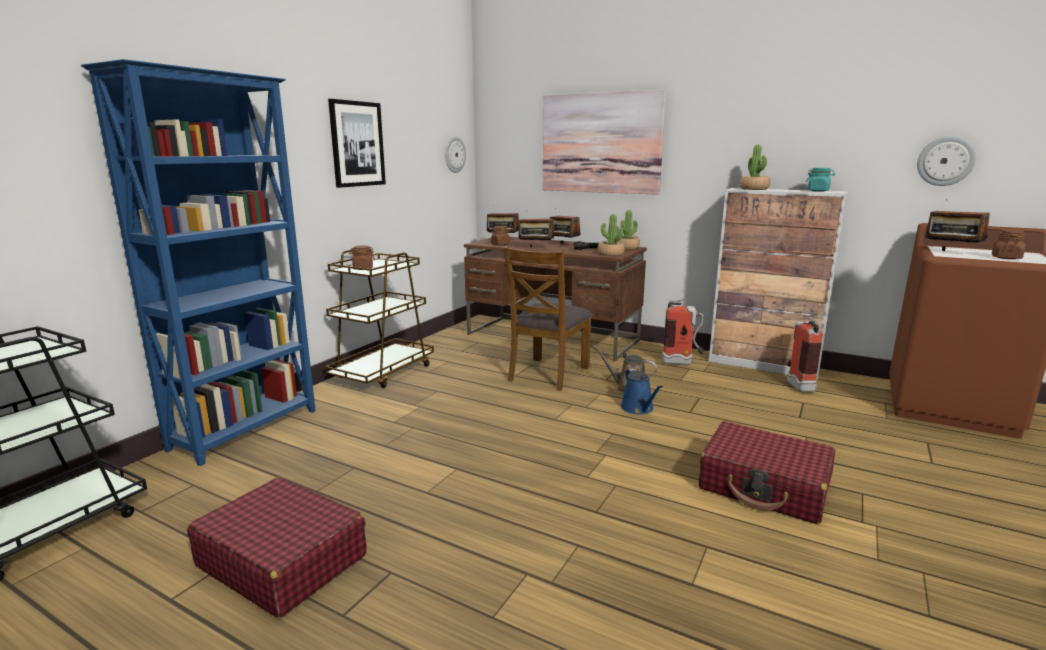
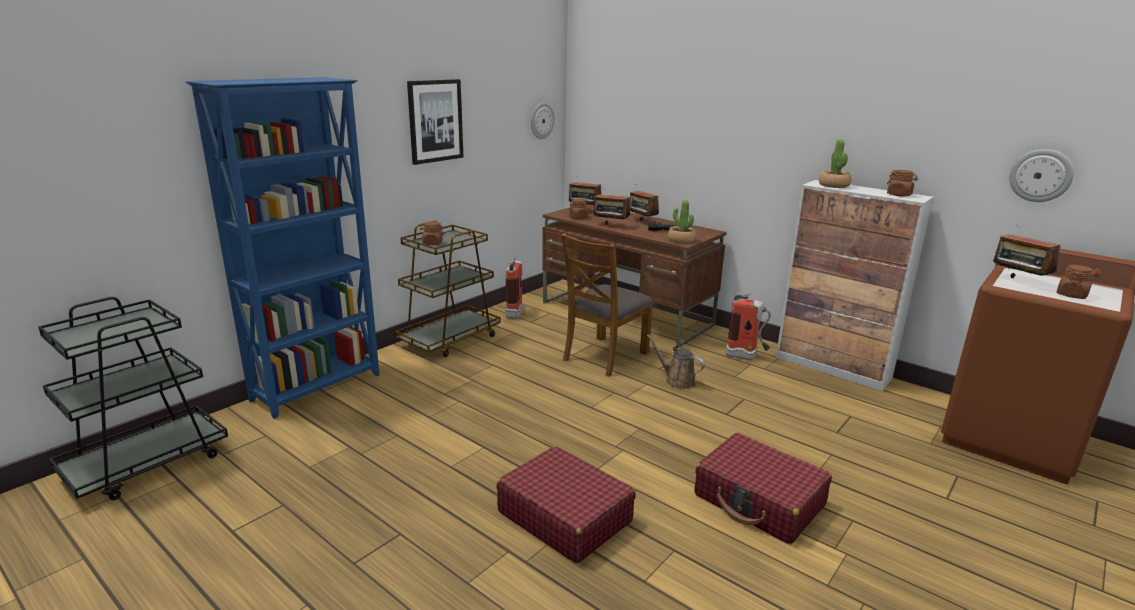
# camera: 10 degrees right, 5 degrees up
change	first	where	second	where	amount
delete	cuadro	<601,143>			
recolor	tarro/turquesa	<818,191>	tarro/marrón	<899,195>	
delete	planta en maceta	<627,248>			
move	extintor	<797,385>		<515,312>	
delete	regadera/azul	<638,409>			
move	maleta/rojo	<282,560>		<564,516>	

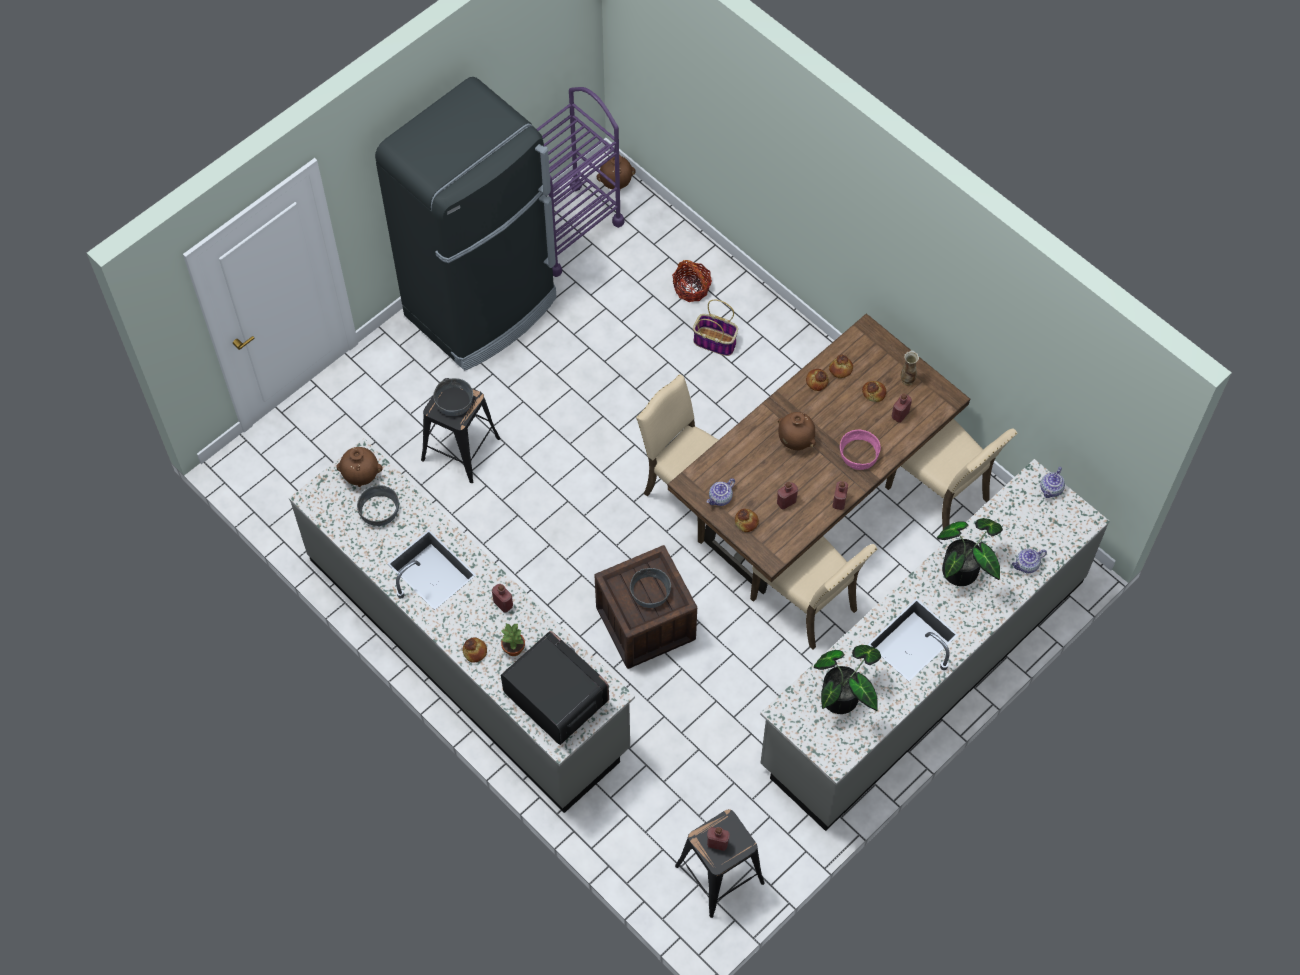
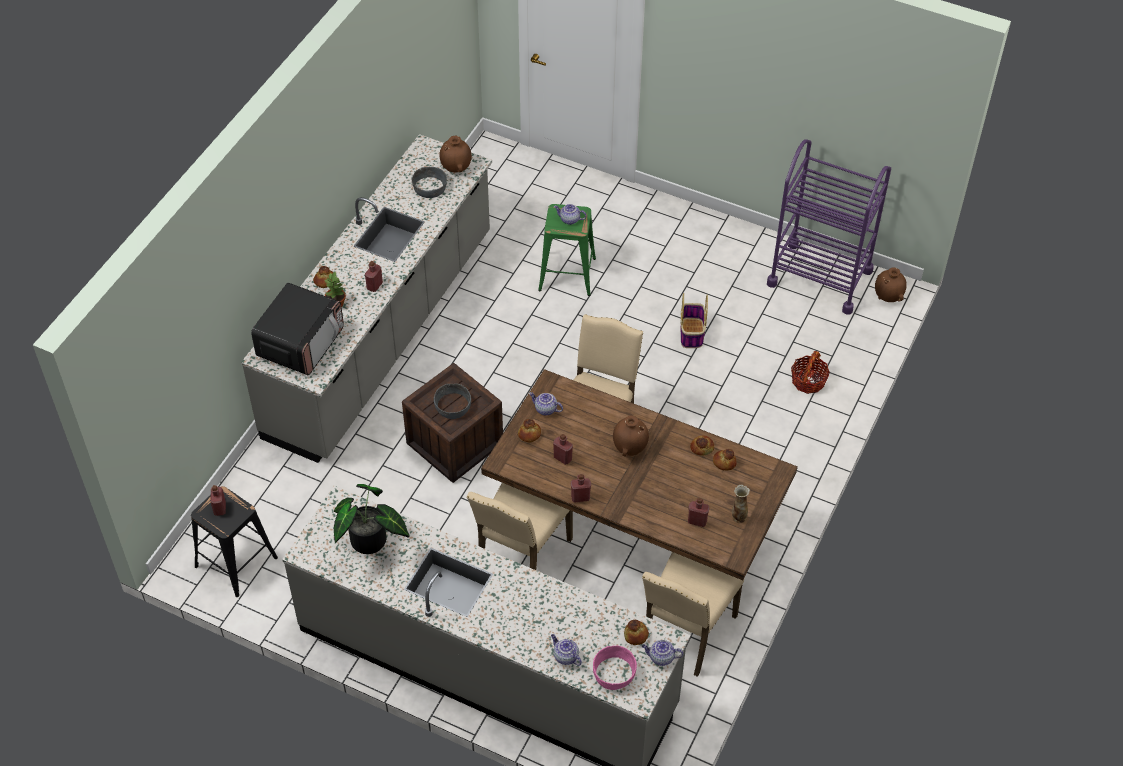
# camera: 70 degrees right, 10 degrees down
change	first	where	second	where	amount
delete	nevera/negro	<482,308>			
move	cesta	<715,342>		<692,334>	
recolor	taburete/negro	<460,448>	taburete/verde	<567,273>	
replace	cuenco/gris	<454,402>	tetera	<569,220>	
move	pan	<874,393>		<636,635>	
move	cuenco/rosa	<858,454>		<614,672>	
delete	planta en maceta	<964,569>			

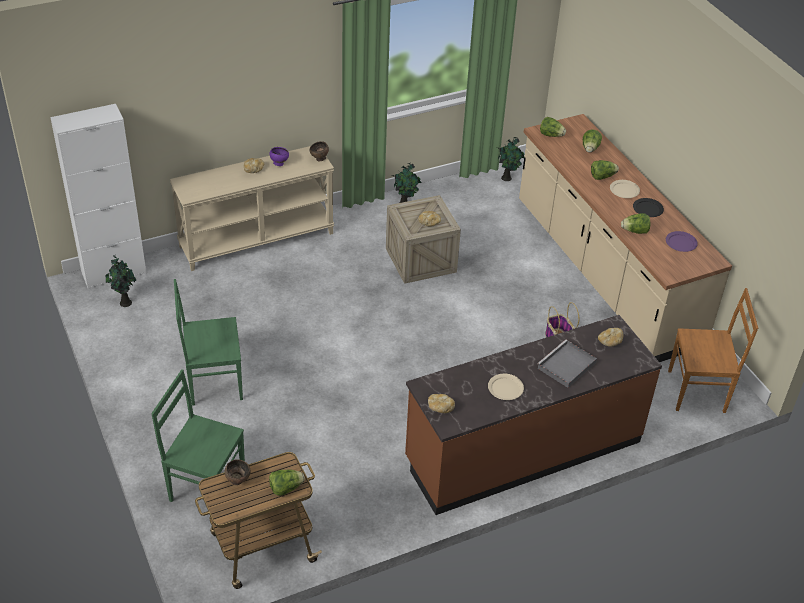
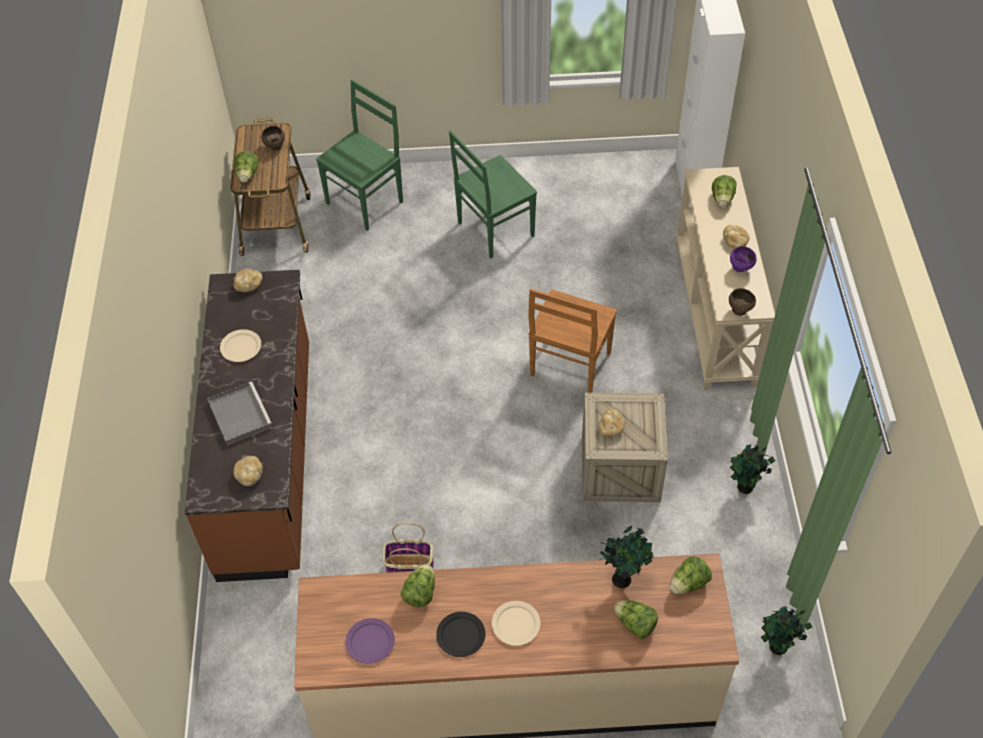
# camera: 115 degrees right, 10 degrees up
change	first	where	second	where	amount
move	lechuga	<602,177>		<722,199>	
move	planta en maceta	<124,302>		<623,578>	
rotate	silla/verde	<213,382>		<493,230>	135 degrees counterclockwise
move	silla/marrón	<698,391>		<569,366>	

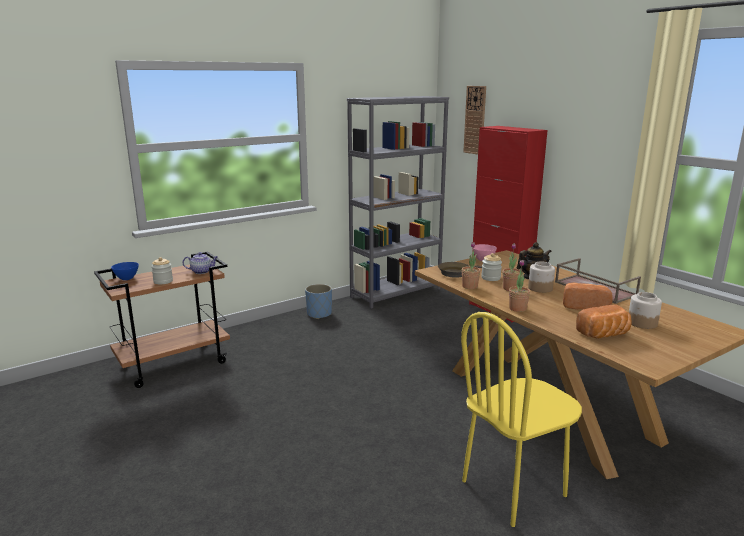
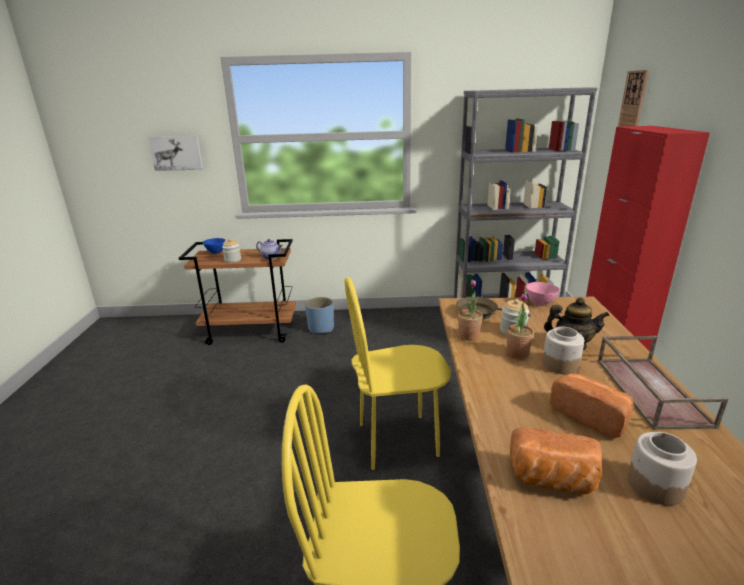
# camera: 35 degrees right, 5 degrees up
change	first	where	second	where	amount
delete	planta en maceta	<517,309>			
move	maceta/azul	<319,314>		<321,328>	
insert			cuadro	<177,153>	
insert			silla/amarillo	<398,440>	

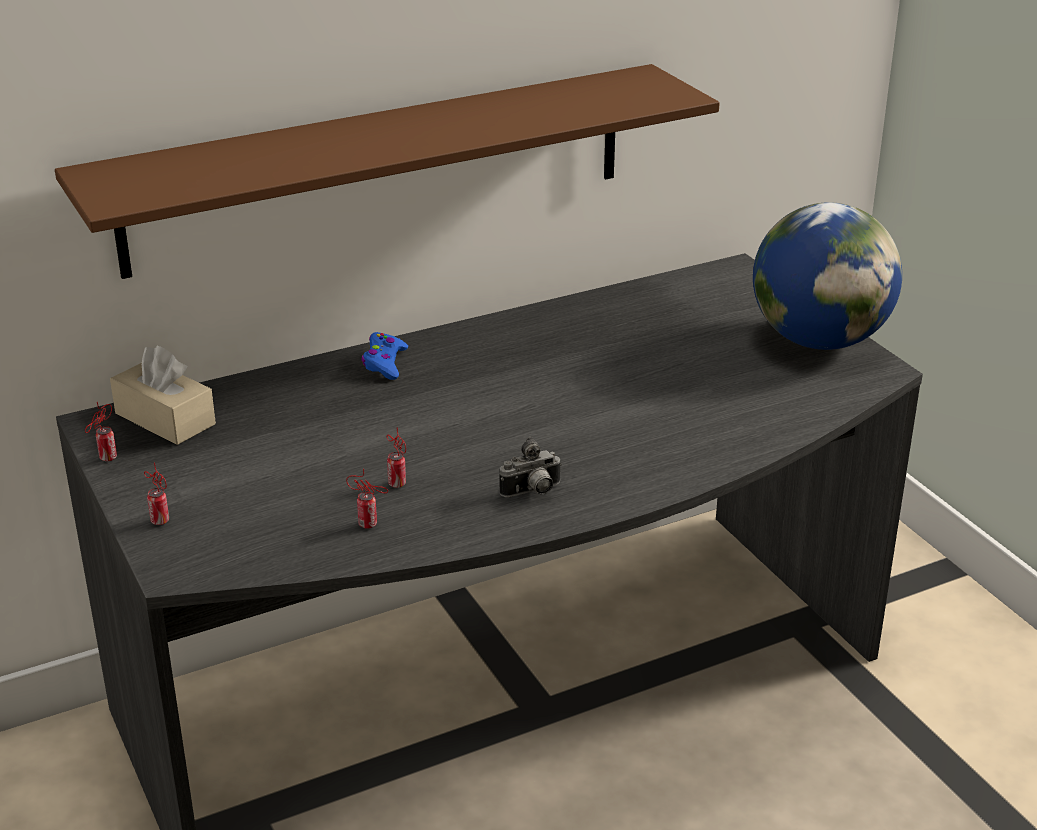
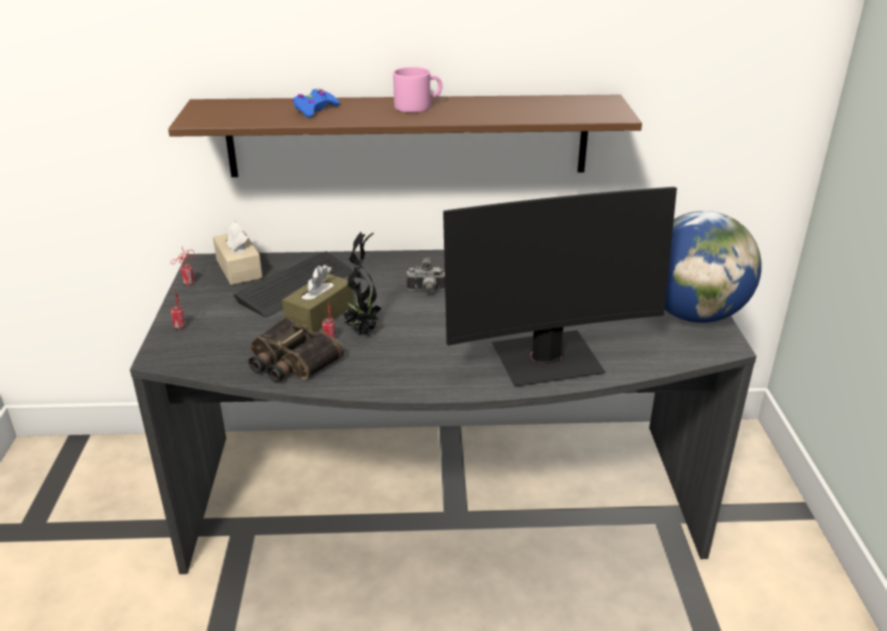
# camera: 25 degrees right, 0 degrees up
change	first	where	second	where	amount
move	mando de consola/azul	<384,363>		<315,110>	
move	cámara	<532,492>		<426,291>	
replace	lata	<370,525>	prismáticos	<290,360>	
insert			taza grande/rosa	<418,106>	
insert			monitor	<547,360>	
insert			planta en maceta	<363,332>	
insert			teclado	<296,286>	
insert			caja de pañuelos/marrón	<320,315>	

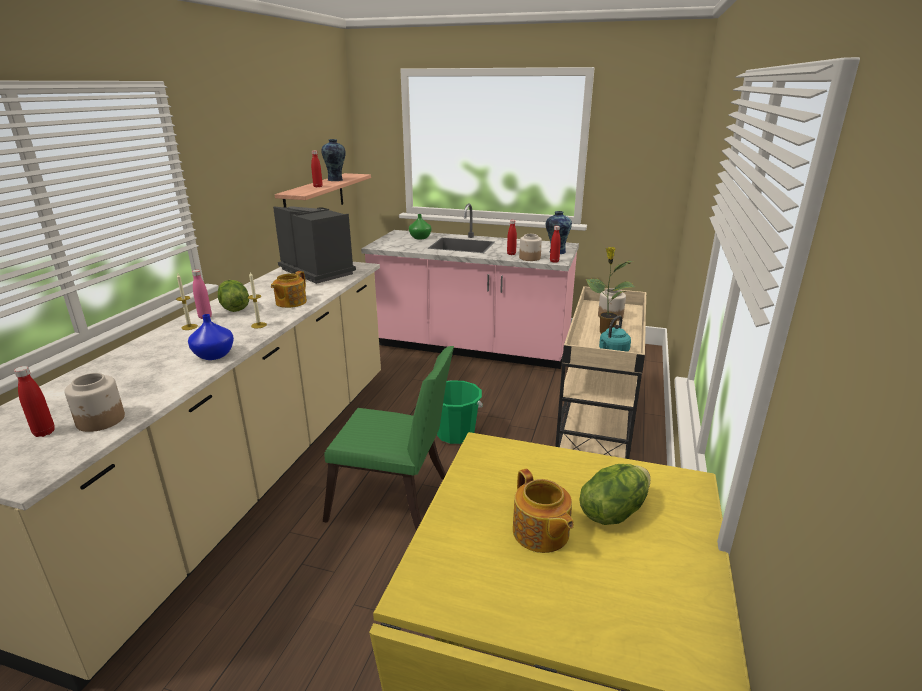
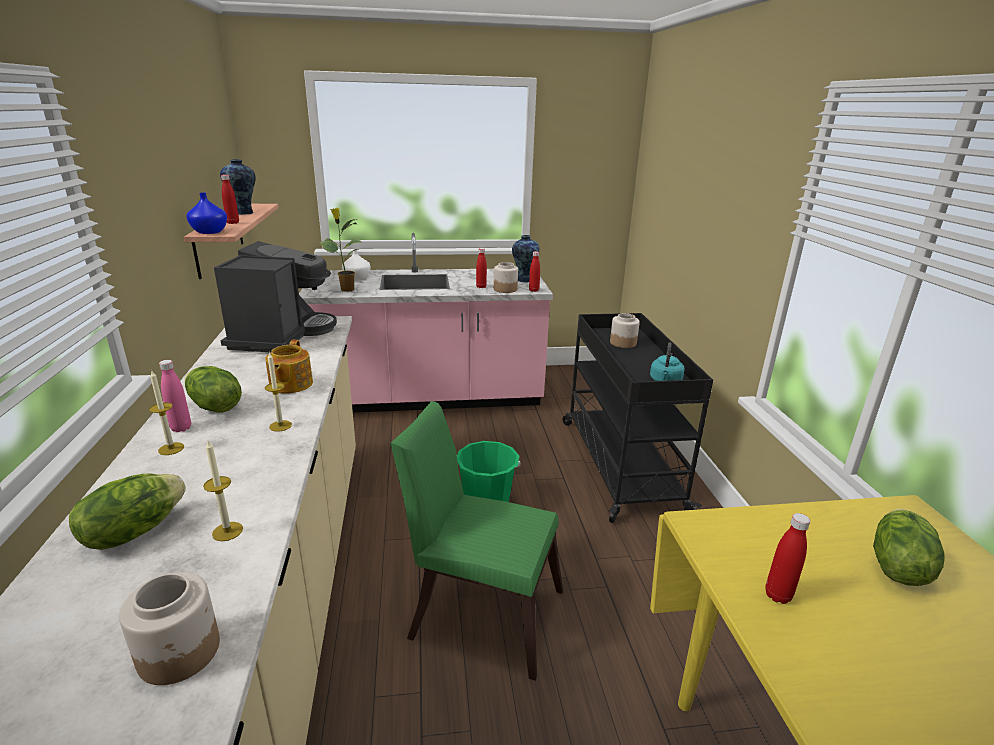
# camera: 25 degrees left, 0 degrees up
change	first	where	second	where	amount
rotate	cafetera	<318,271>		<281,335>	75 degrees clockwise
recolor	florero/verde	<419,238>	florero/blanco	<356,278>	
move	planta en maceta	<605,332>		<346,289>	
recolor	carrito/beis	<596,429>	carrito/negro	<619,463>	
move	florero/azul	<214,355>		<209,232>	
rotate	silla/verde	<395,502>		<479,609>	150 degrees counterclockwise
move	botella/rojo	<44,432>		<777,595>	
delete	tetera	<540,533>			
insert			vela	<227,531>	
insert			lechuga	<133,531>	

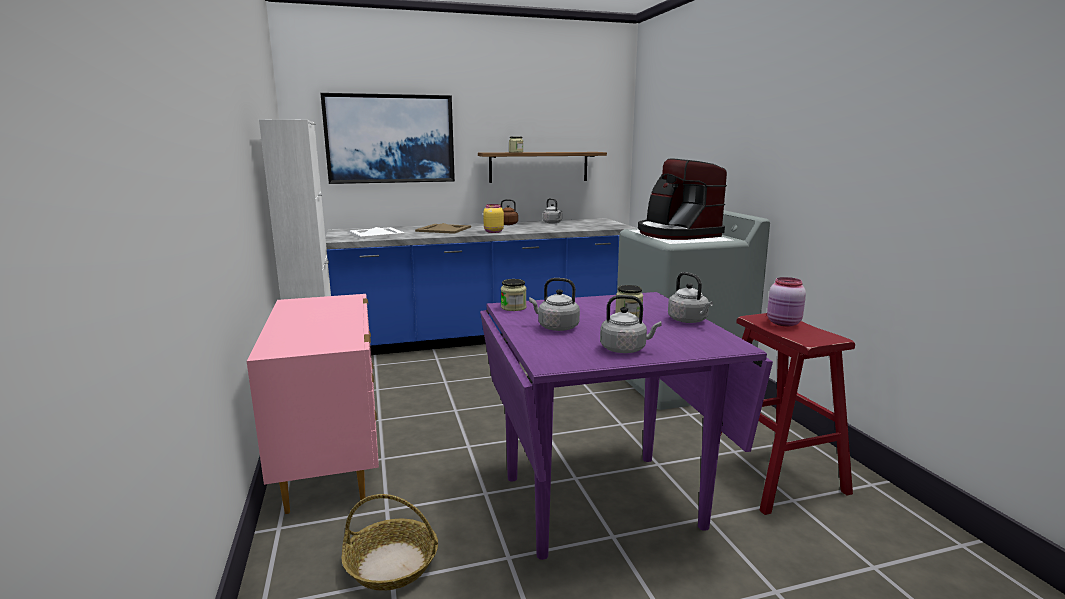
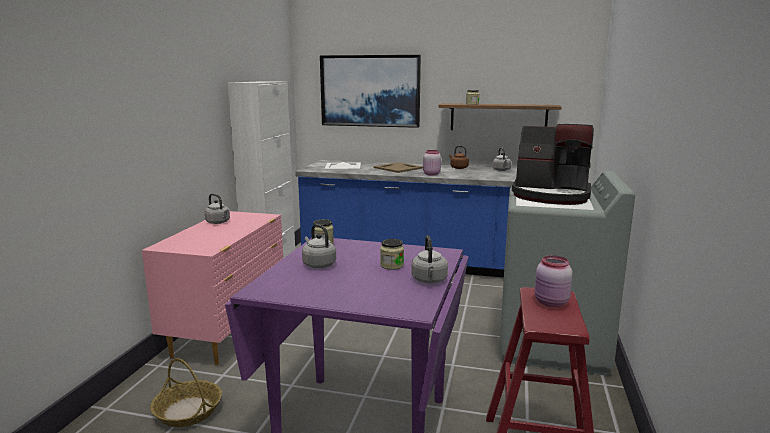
# camera: 30 degrees right, 0 degrees up
change	first	where	second	where	amount
rotate	cafetera	<677,234>		<551,196>	75 degrees counterclockwise
recolor	tarro/amarillo	<493,232>	tarro/rosa	<431,174>	
move	hervidor/gris	<625,349>		<219,222>	

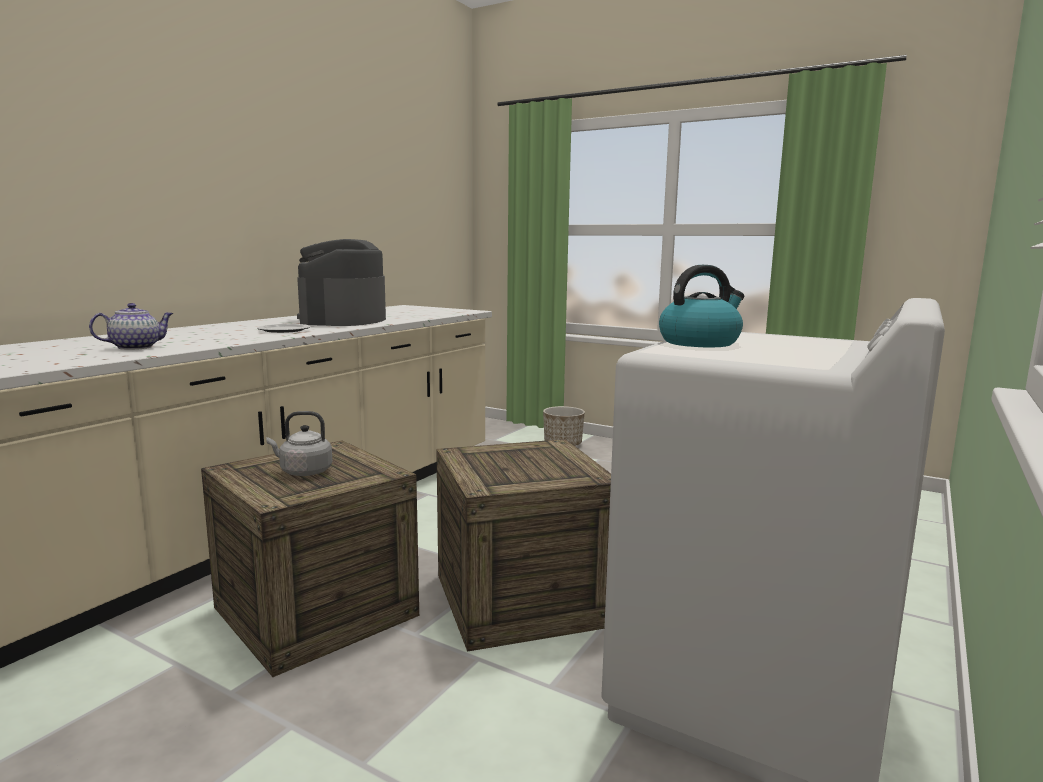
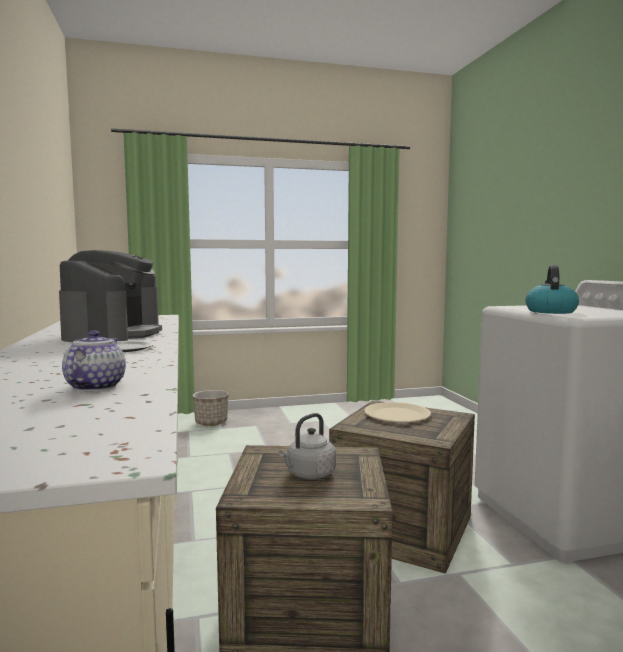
# camera: 45 degrees left, 5 degrees down
change	first	where	second	where	amount
rotate	cafetera	<343,320>		<114,334>	135 degrees counterclockwise
insert			plato/beis	<397,414>	

